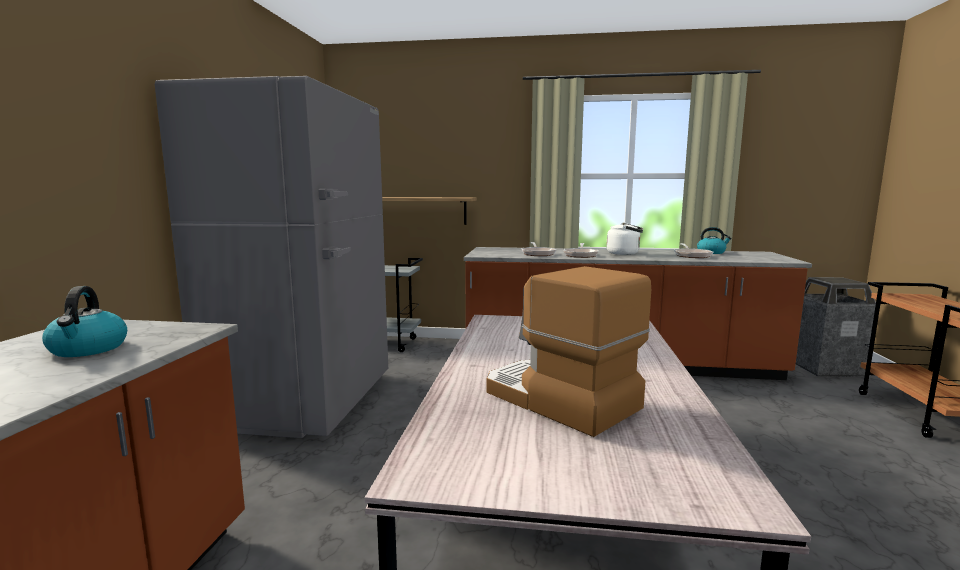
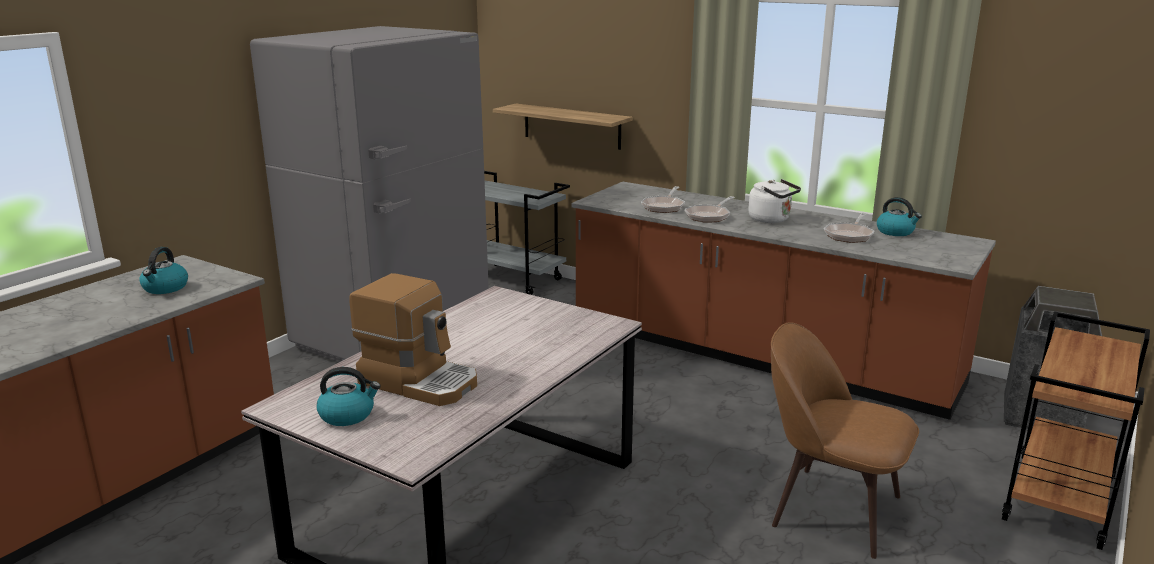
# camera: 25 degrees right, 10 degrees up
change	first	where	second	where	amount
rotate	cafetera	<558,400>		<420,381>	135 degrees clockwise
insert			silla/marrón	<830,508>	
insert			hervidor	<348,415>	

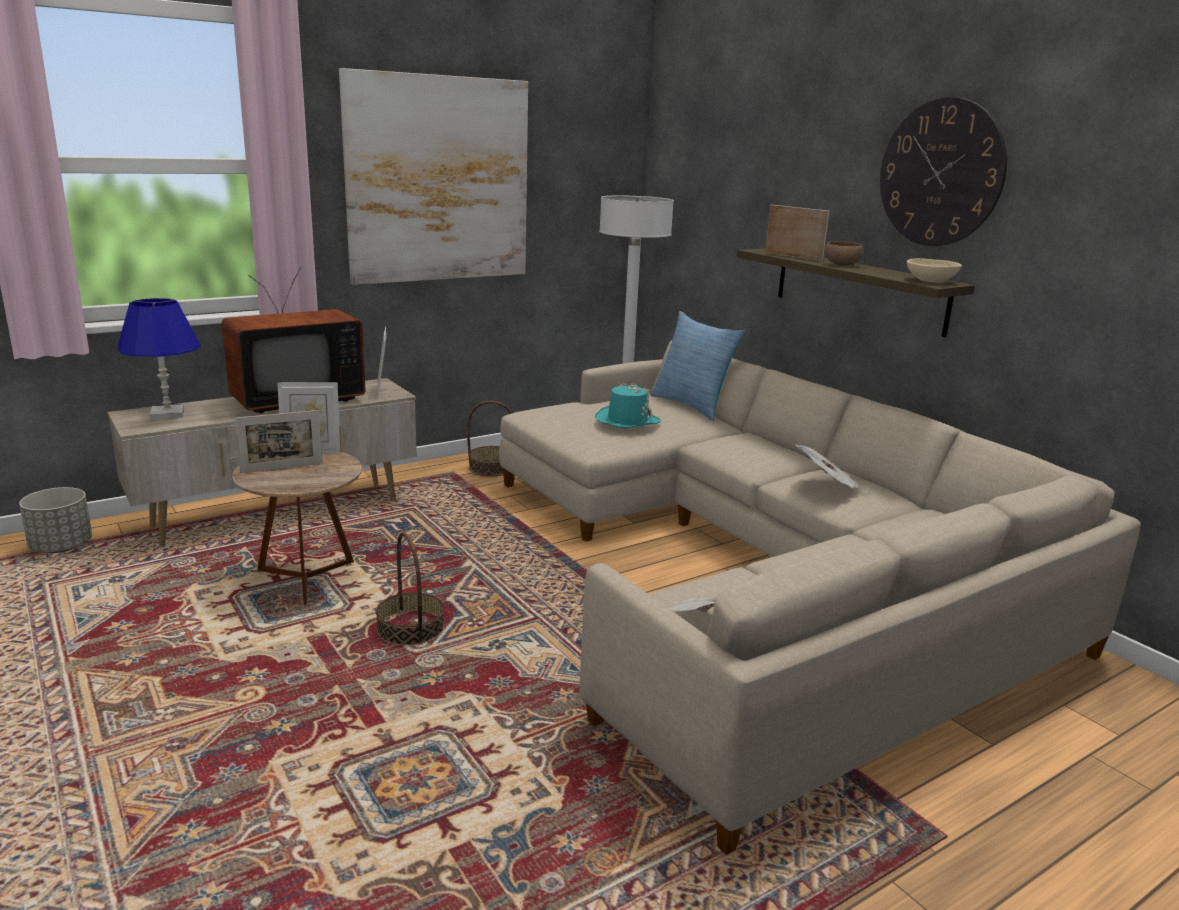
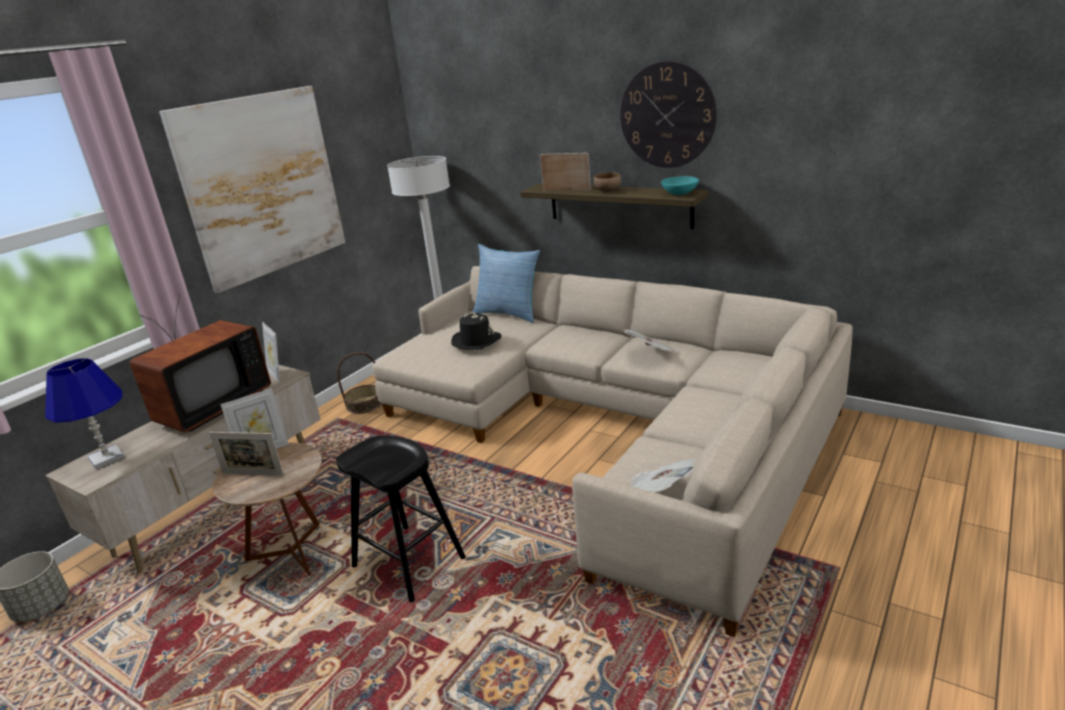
# camera: 20 degrees left, 5 degrees up
change	first	where	second	where	amount
recolor	cuenco/beis	<931,281>	cuenco/turquesa	<680,193>	
recolor	sombrero/turquesa	<627,420>	sombrero/negro	<476,341>	
rotate	portarretratos	<282,468>		<253,474>	60 degrees clockwise
replace	cesta	<411,629>	taburete/negro	<408,562>	

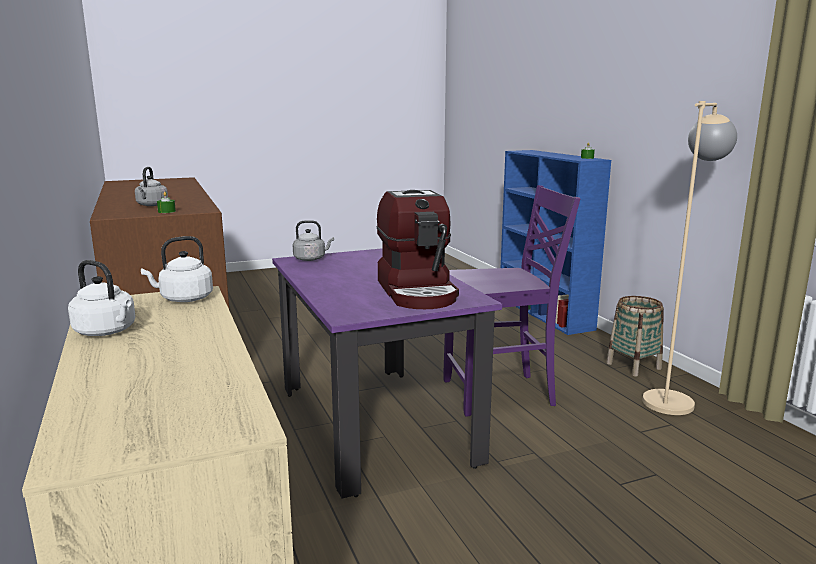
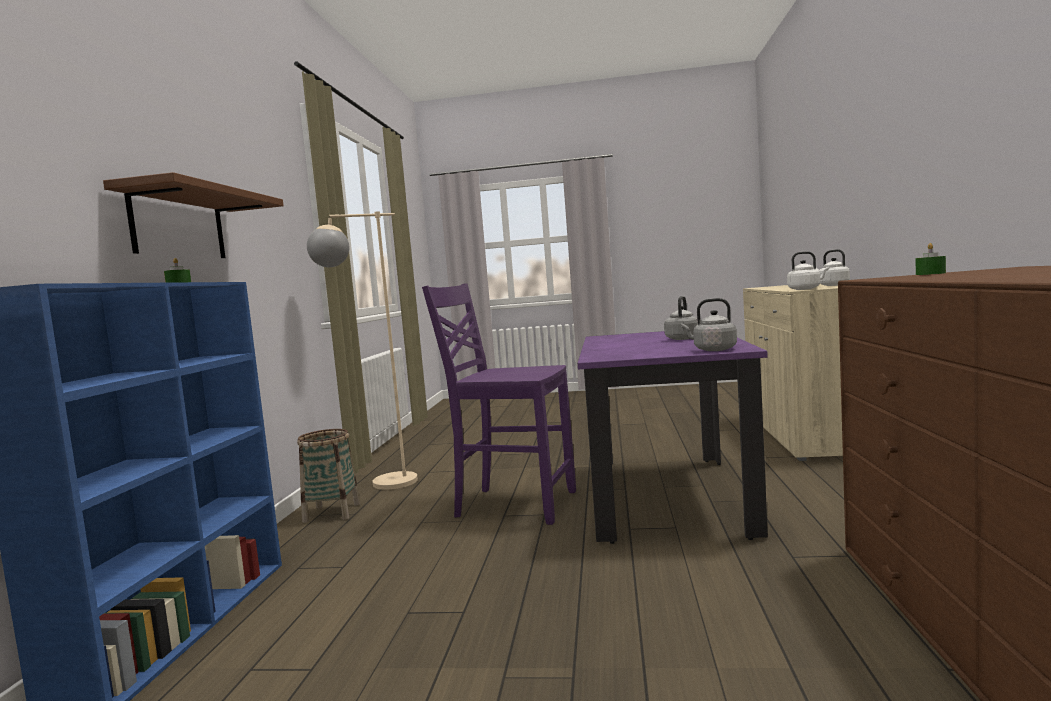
# camera: 150 degrees left, 10 degrees down
change	first	where	second	where	amount
move	hervidor/gris	<151,205>		<683,338>	
delete	cafetera	<418,292>			
insert			estante/marrón	<179,225>	

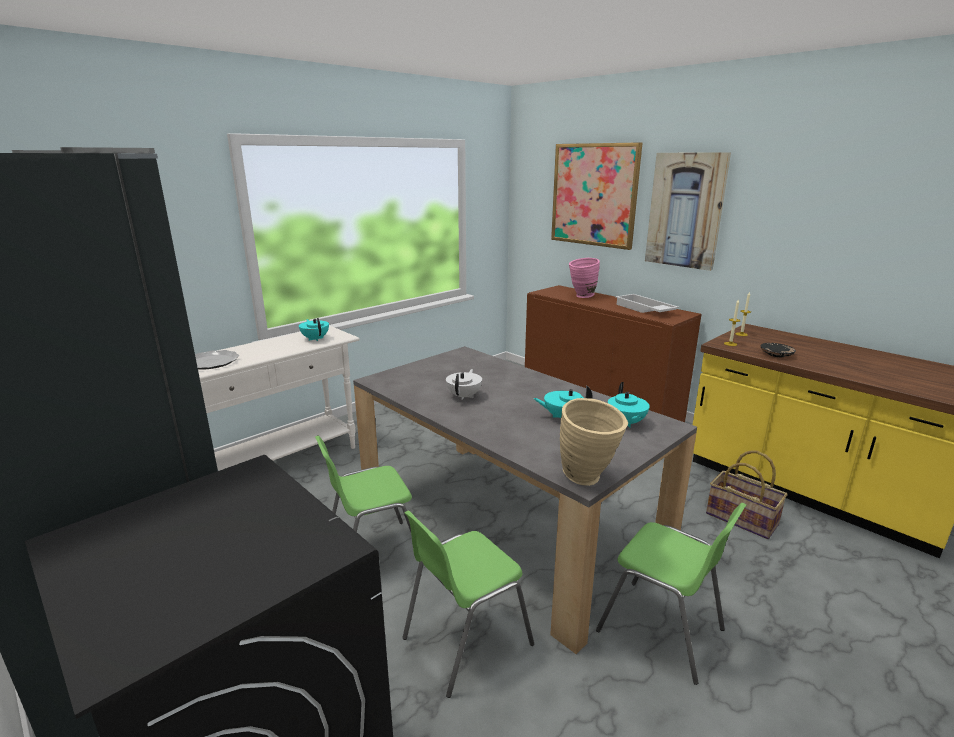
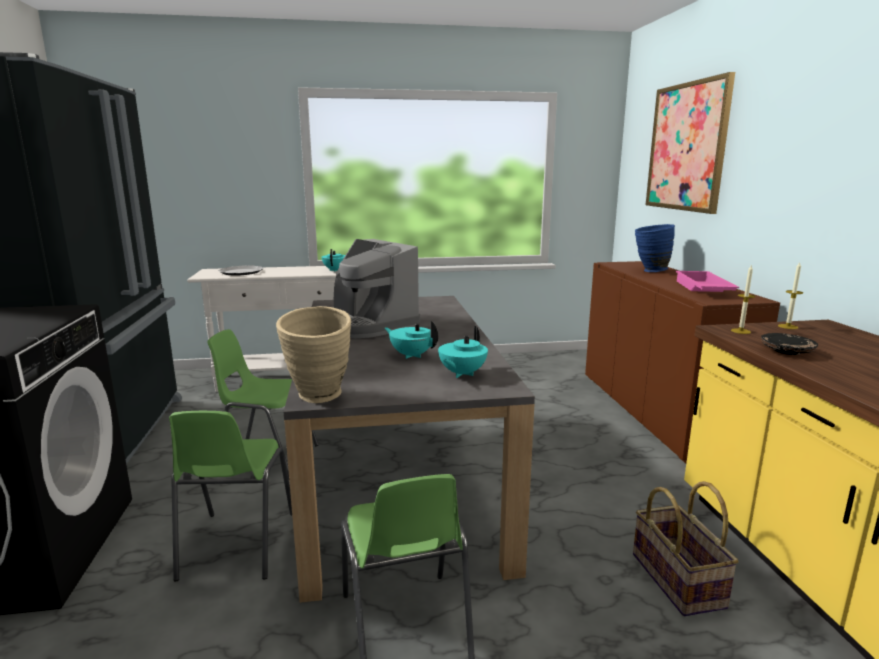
# camera: 35 degrees right, 5 degrees down
change	first	where	second	where	amount
delete	cuadro	<685,210>			
recolor	florero/rosa	<581,296>	florero/azul	<650,271>	
recolor	bandeja/blanco	<643,309>	bandeja/rosa	<702,289>	
replace	tetera/blanco	<464,396>	cafetera	<366,325>	
rotate	silla/verde	<465,641>		<236,545>	90 degrees counterclockwise

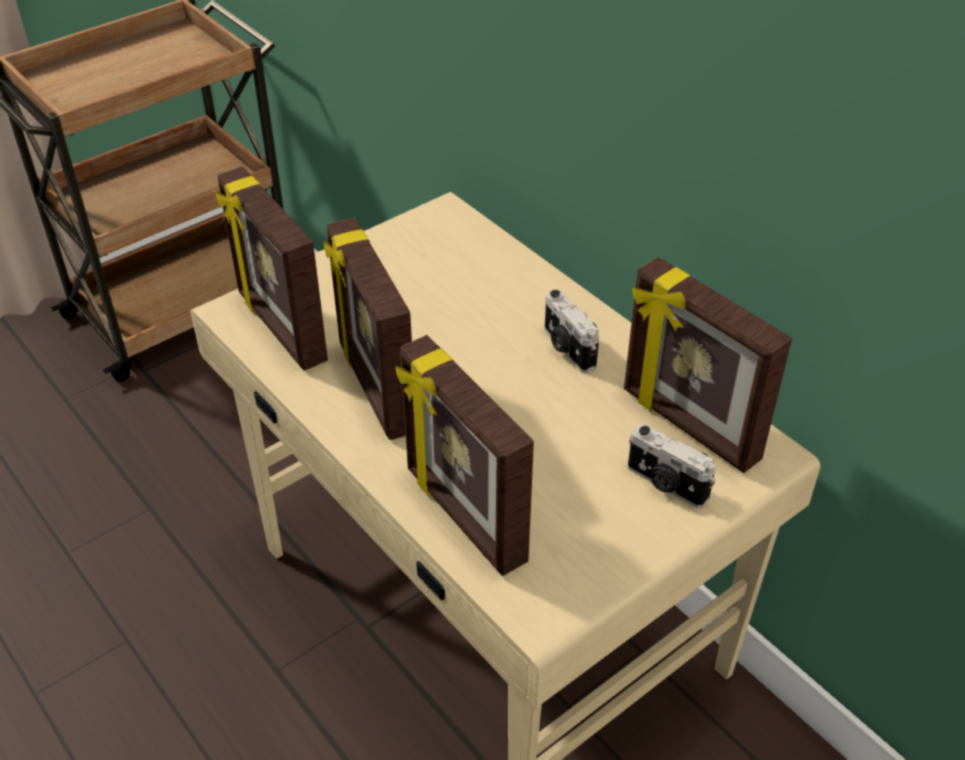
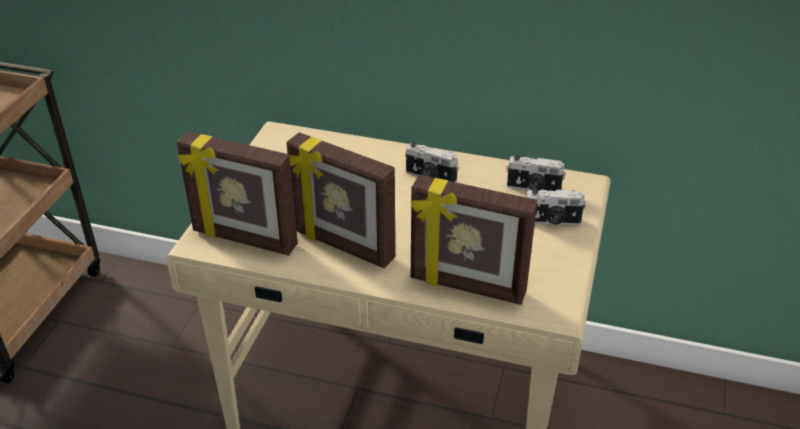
# camera: 35 degrees left, 5 degrees down
change	first	where	second	where	amount
replace	portarretratos	<688,426>	cámara	<533,188>	

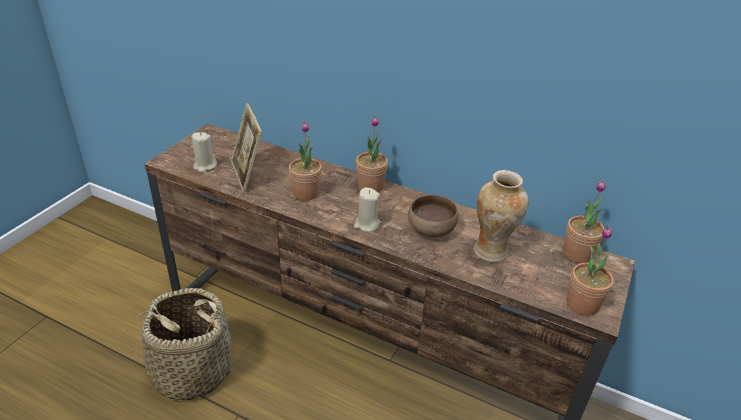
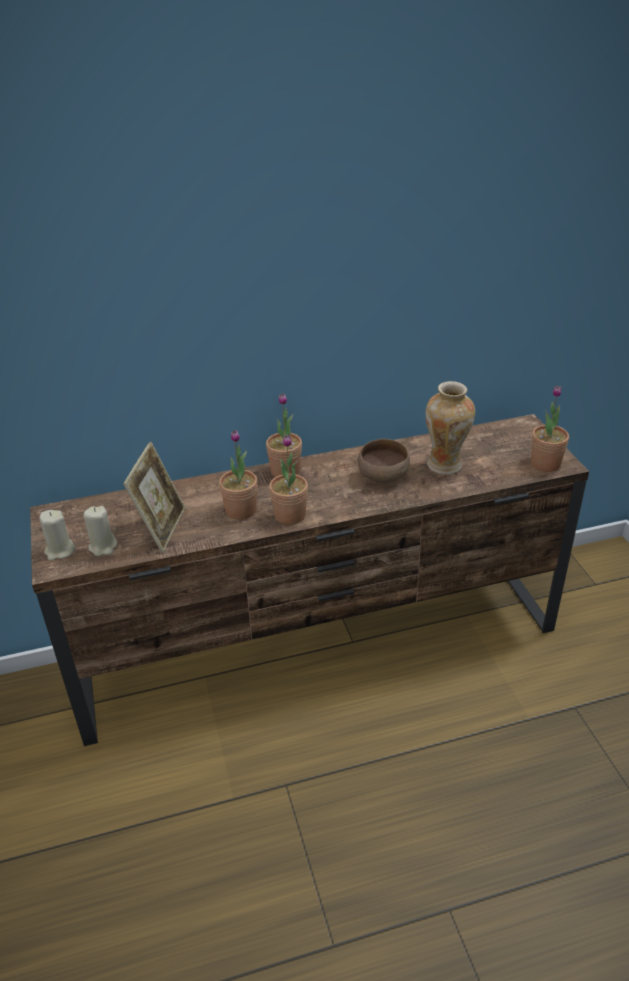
# camera: 40 degrees left, 0 degrees up
change	first	where	second	where	amount
rotate	portarretratos	<248,175>		<161,528>	105 degrees counterclockwise
move	planta en maceta	<577,254>		<290,515>	
move	vela/beis	<366,224>		<60,551>	
delete	cesta	<191,371>			

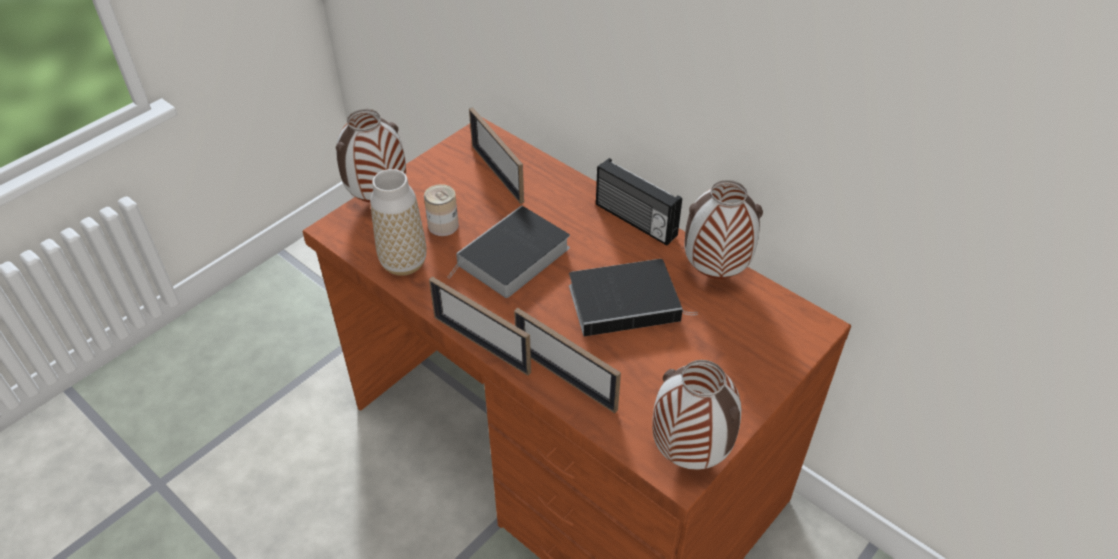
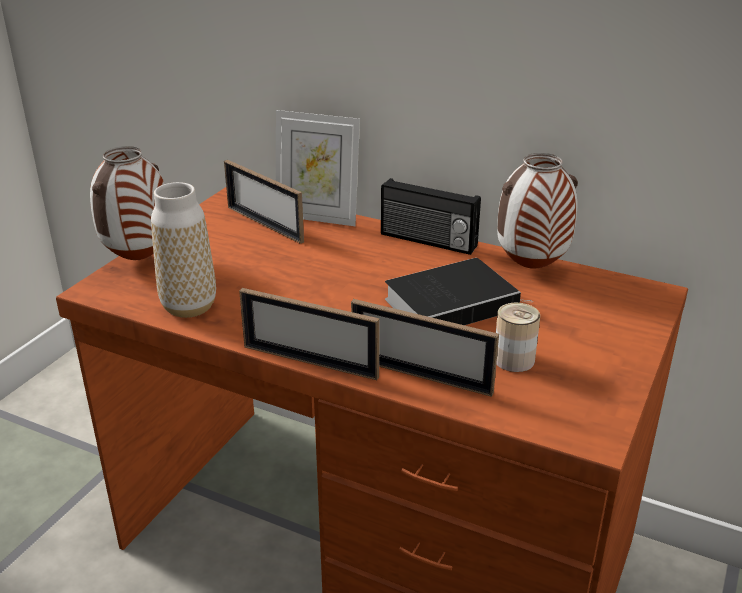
# camera: 15 degrees left, 15 degrees down
change	first	where	second	where	amount
move	lata	<443,225>		<514,359>	
delete	libro	<512,258>			
delete	florero	<687,455>			
insert			portarretratos	<317,217>	

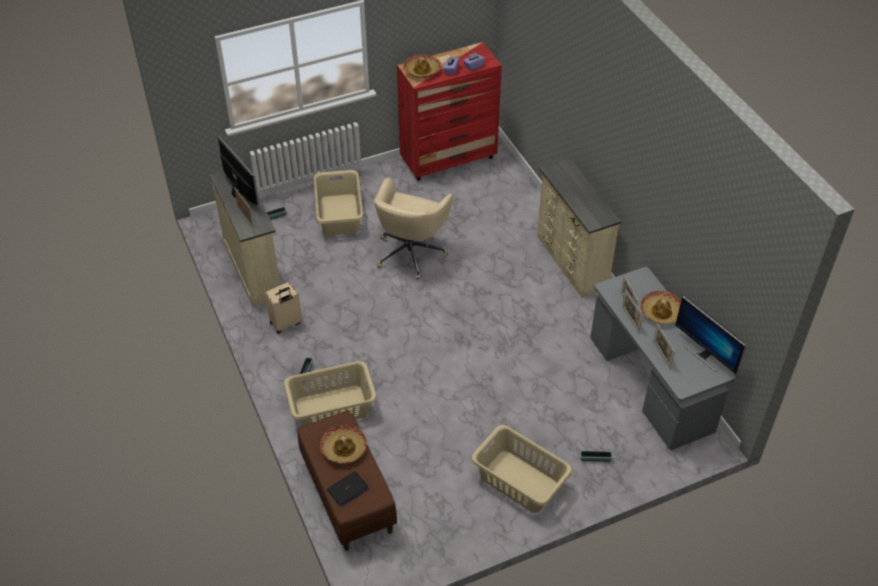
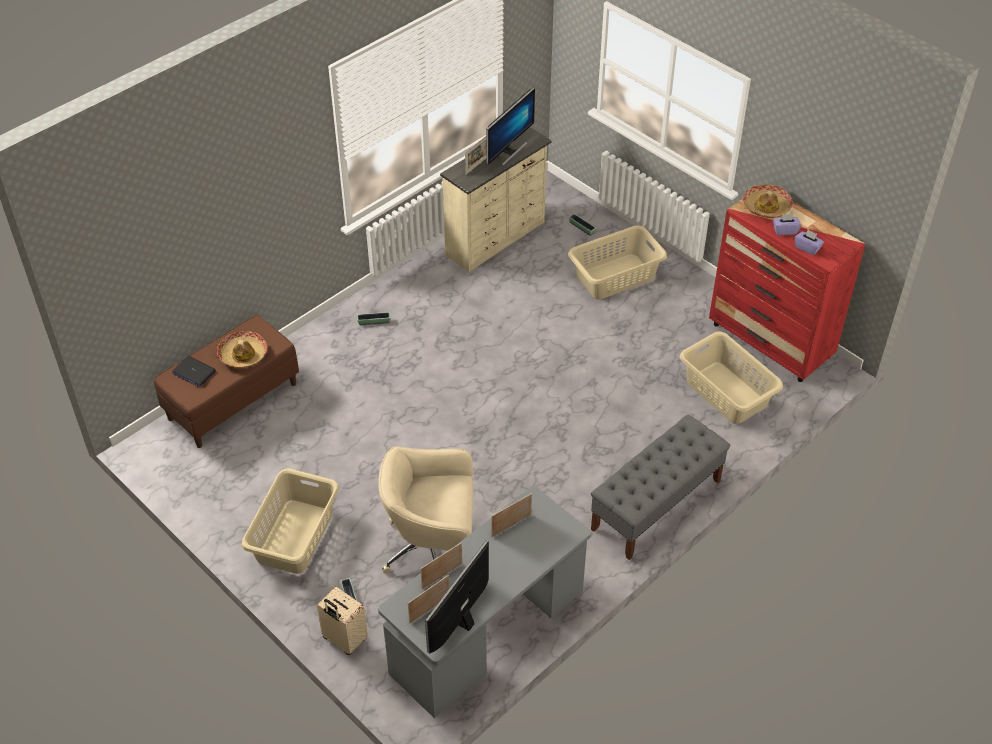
# camera: 70 degrees right, 0 degrees up
change	first	where	second	where	amount
replace	cómoda/beis	<570,262>	banco/gris	<656,505>	
move	silla de oficina/beis	<411,252>		<433,548>	
move	maleta/beis	<286,324>		<344,640>	
move	portarretratos	<630,319>		<429,609>	
delete	sombrero	<661,312>			
move	cesto de la ropa/beis	<332,408>		<726,393>	

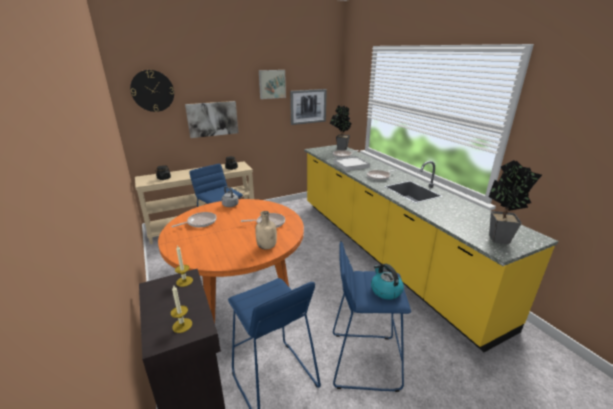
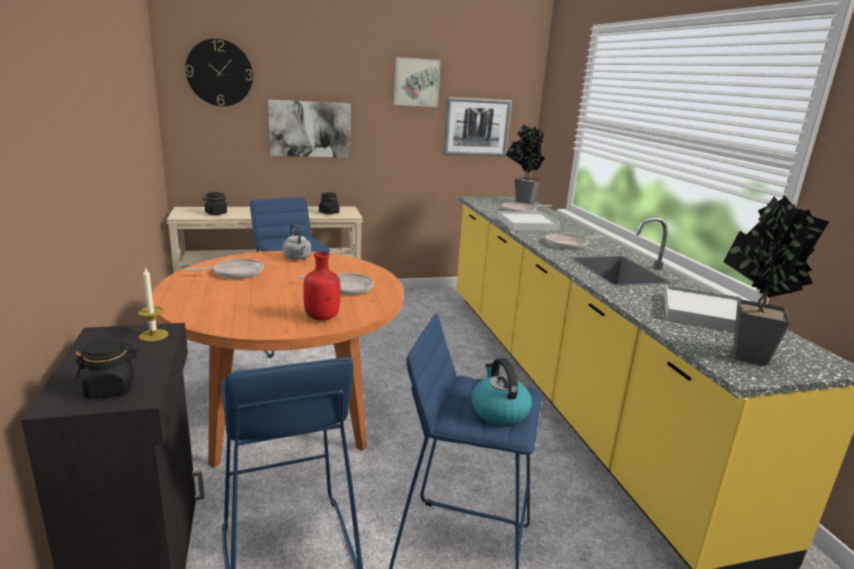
# camera: 10 degrees right, 5 degrees down
change	first	where	second	where	amount
recolor	botella/beis	<267,246>	botella/rojo	<323,317>	
replace	vela	<182,325>	tarro/negro	<110,388>	
insert			bandeja/blanco	<703,313>	

